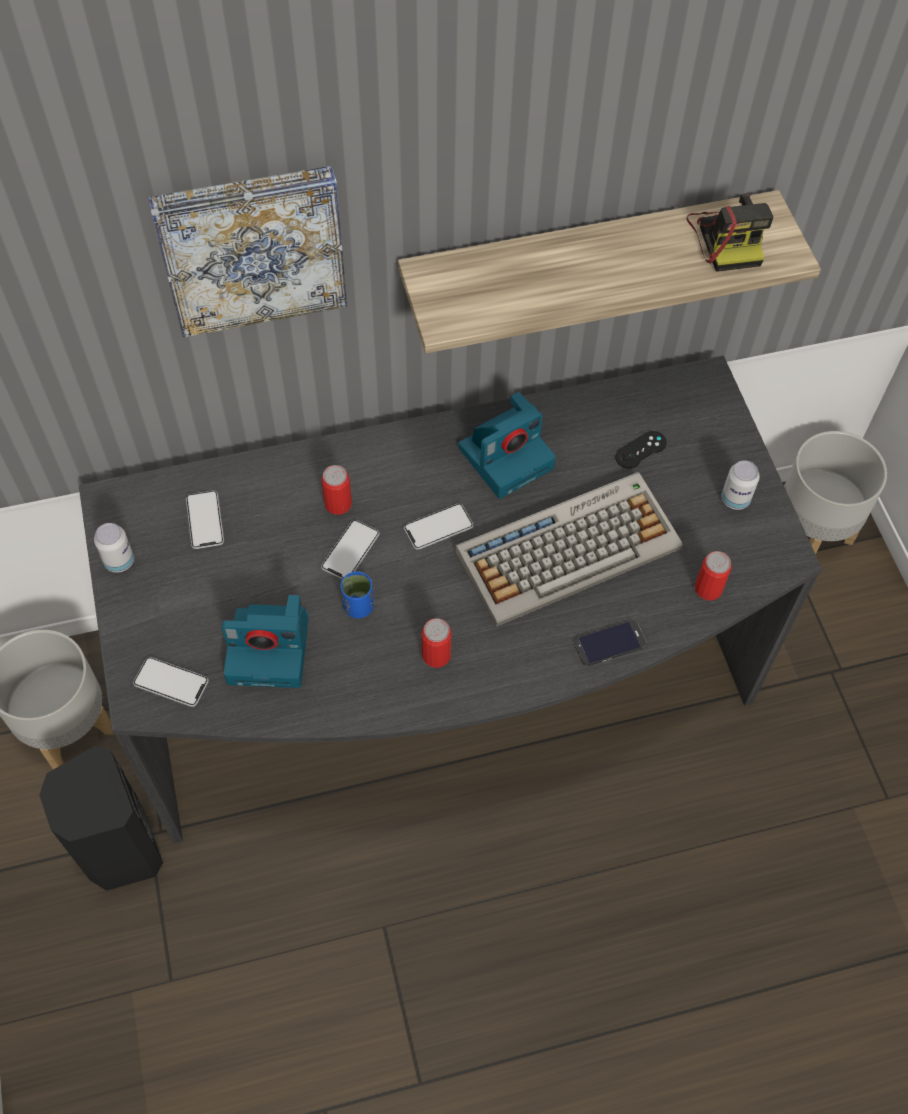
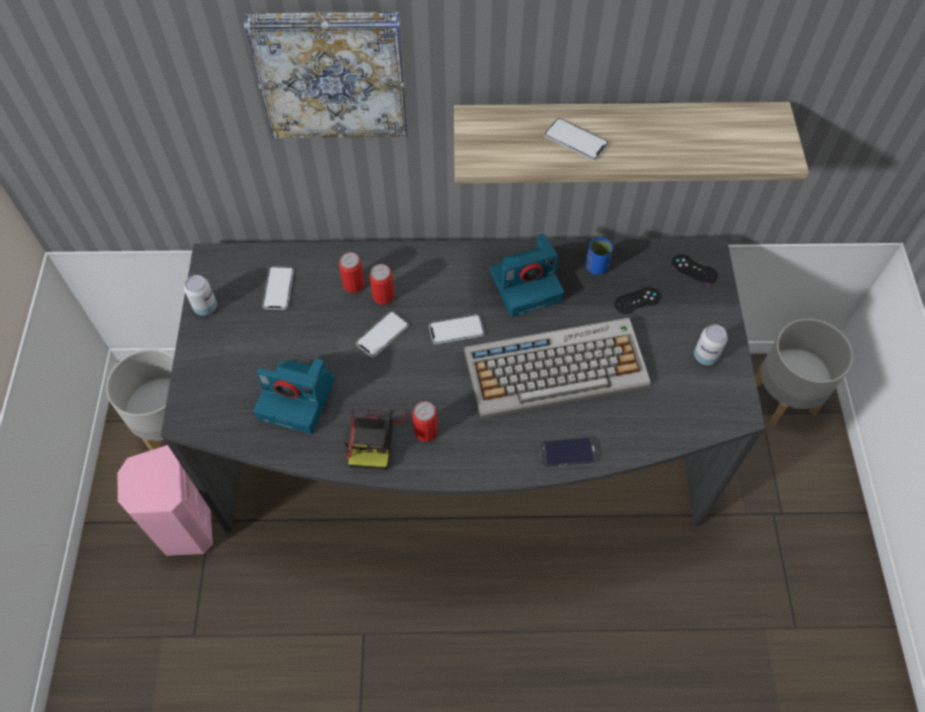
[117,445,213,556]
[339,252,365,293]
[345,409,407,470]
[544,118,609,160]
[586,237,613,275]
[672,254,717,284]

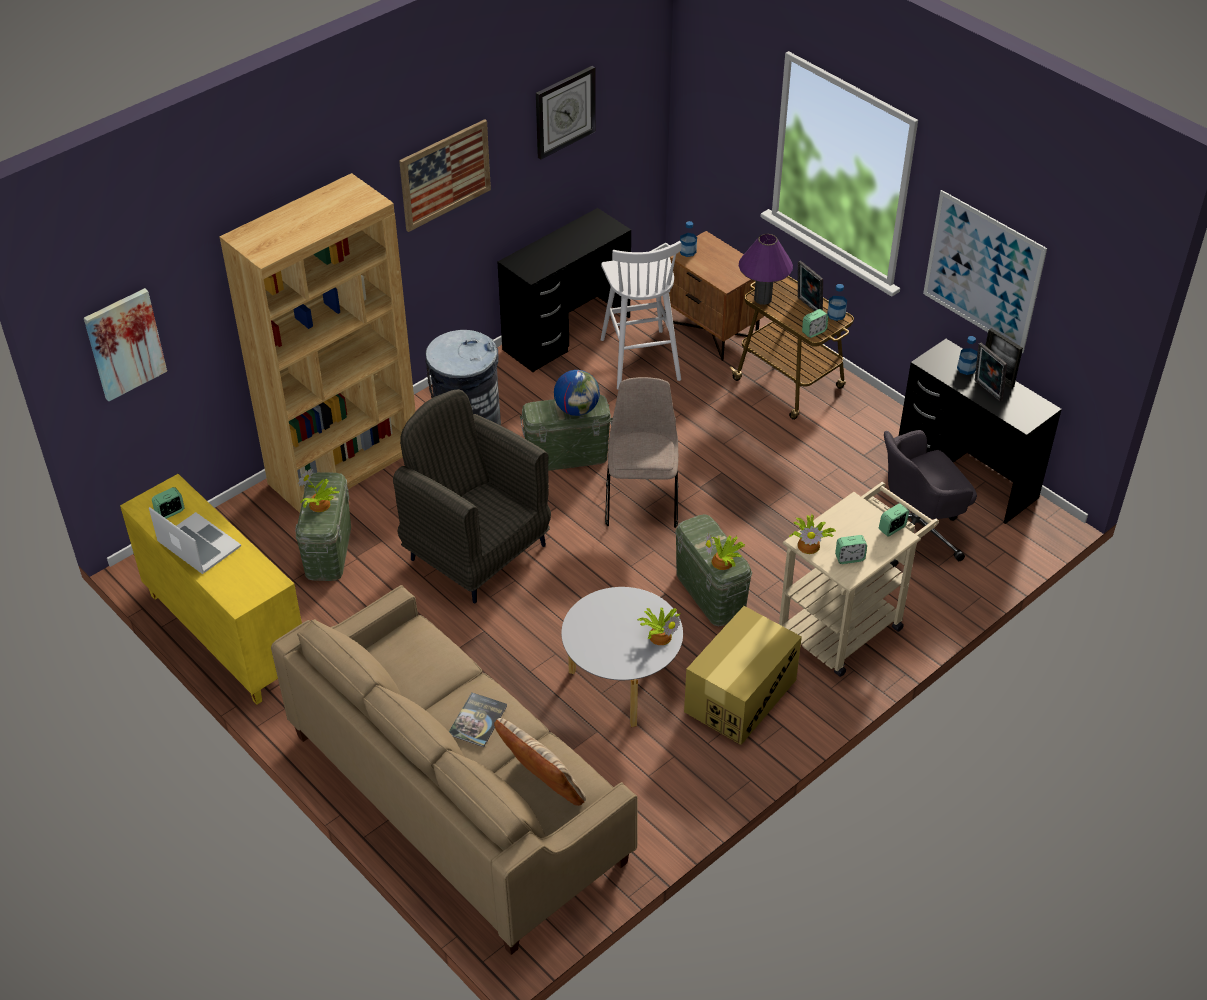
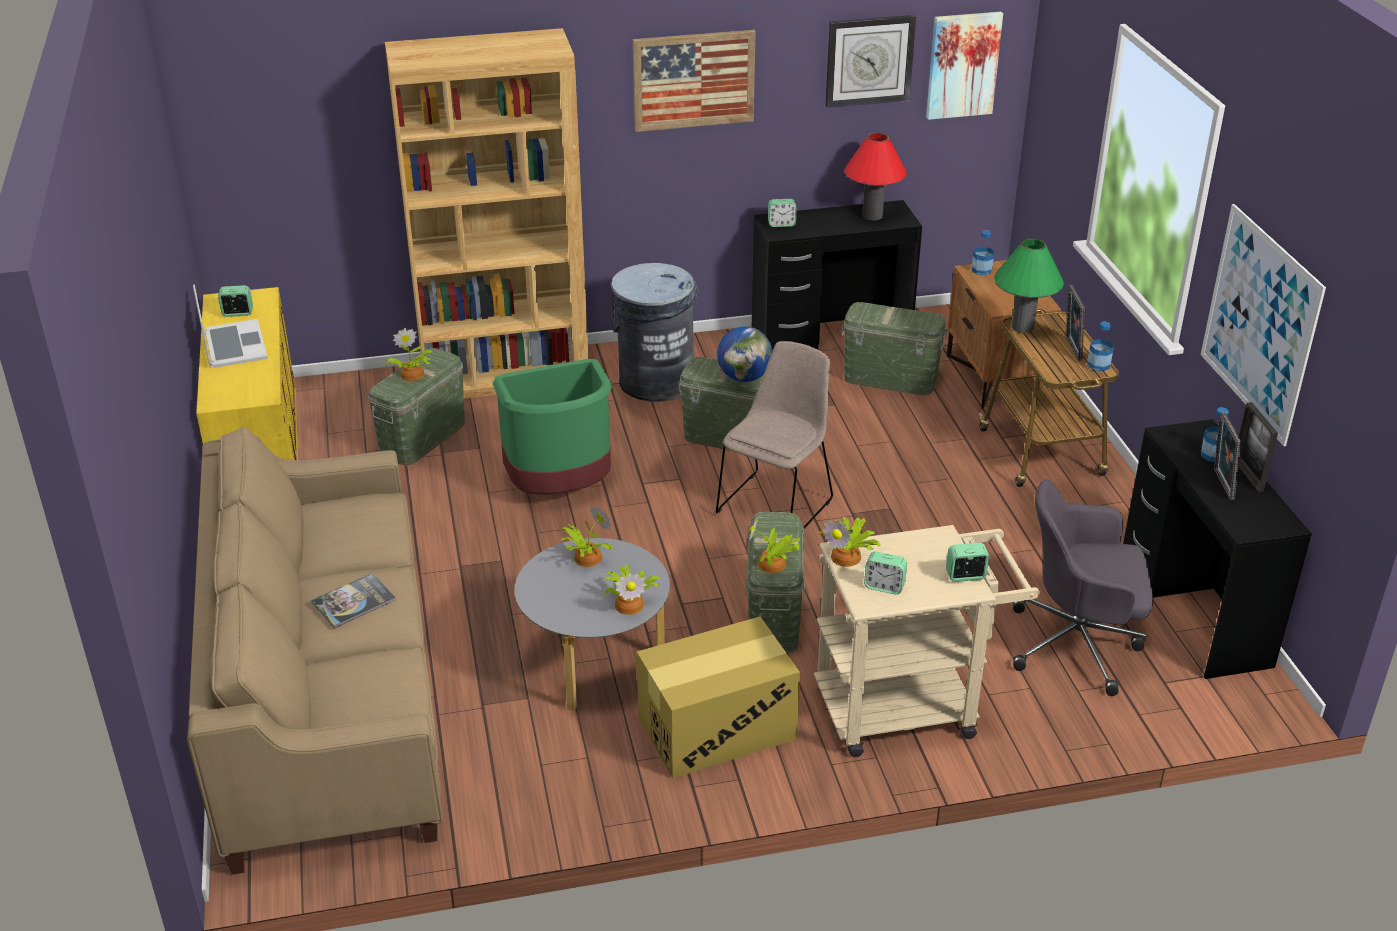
[493,359,612,494]
[561,506,612,567]
[768,199,797,227]
[841,302,948,396]
[845,133,907,220]
[926,12,1003,120]
[994,239,1064,333]
[494,718,586,806] (first image)

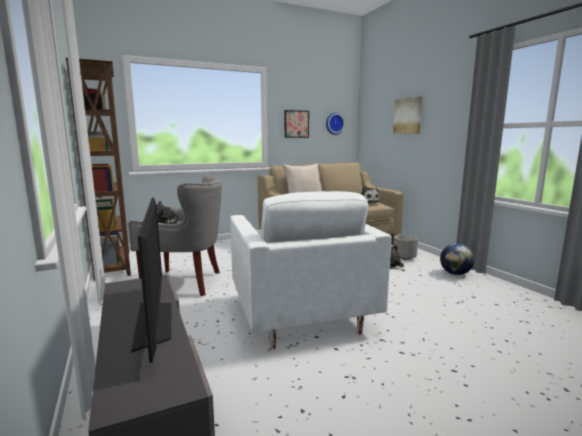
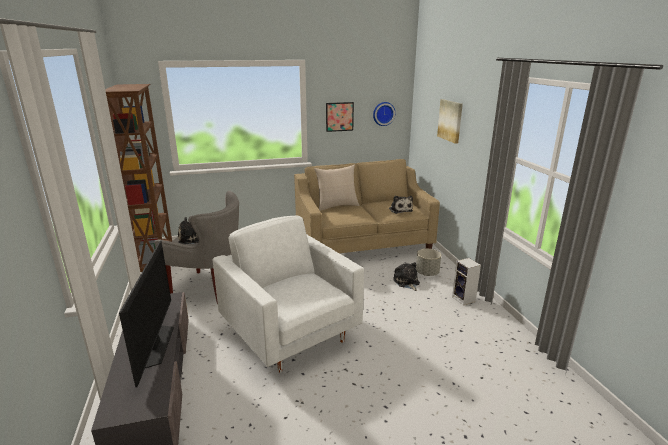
[212,216,364,373]
[452,258,481,306]

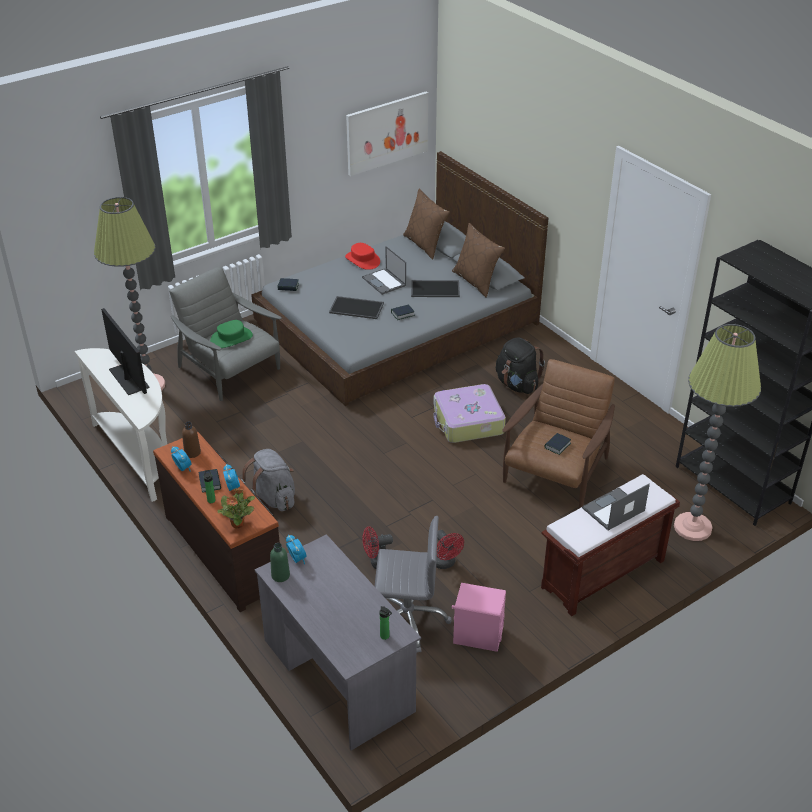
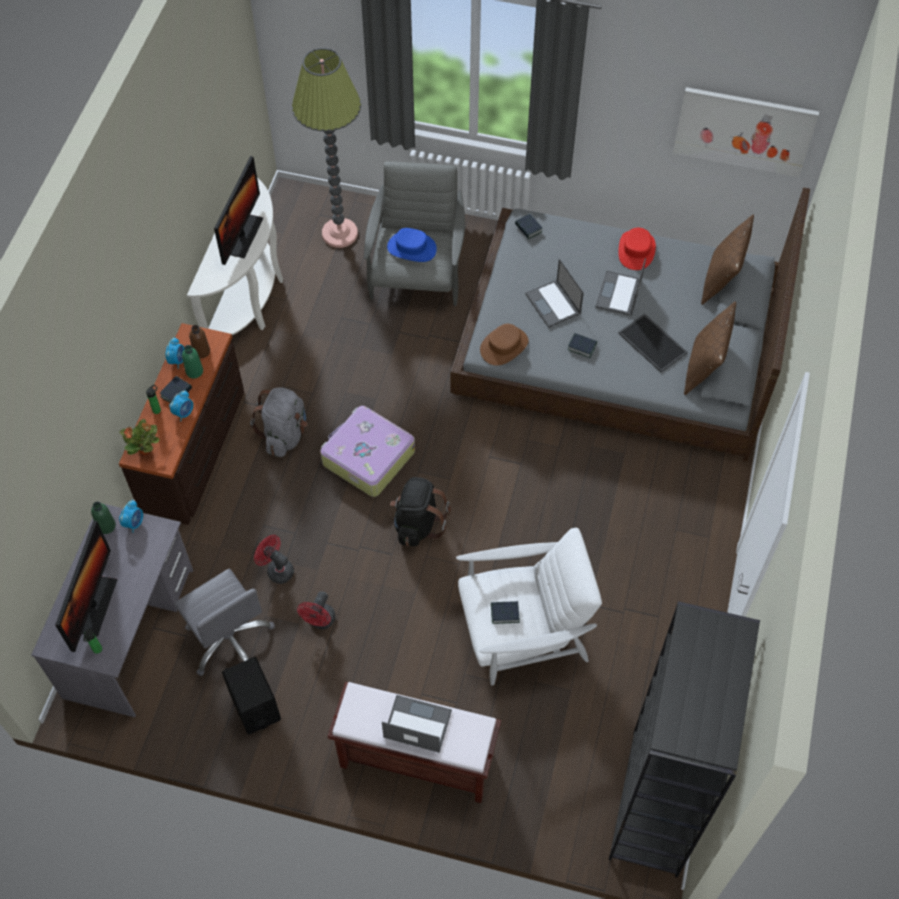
[55,521,117,652]
[182,345,203,378]
[222,657,281,735]
[320,406,415,497]
[387,228,437,262]
[390,477,451,546]
[456,528,602,685]
[480,324,529,366]
[525,259,584,328]
[674,324,761,541] (first image)

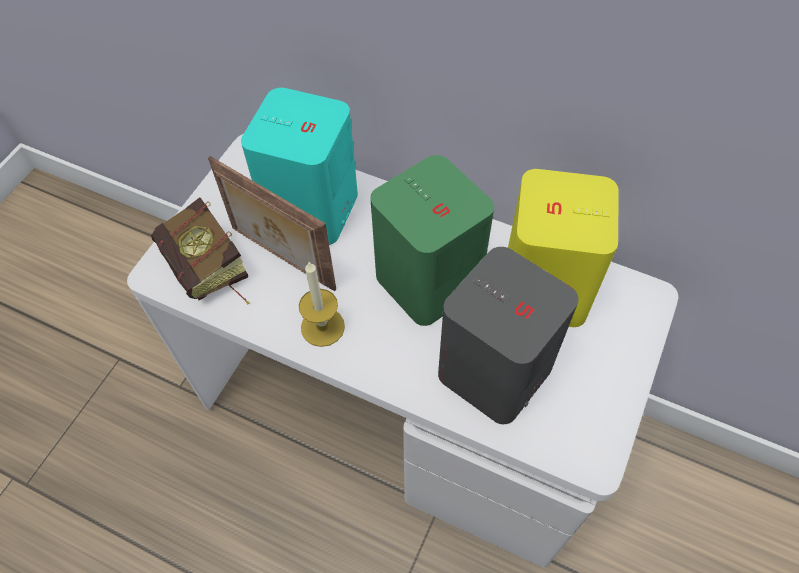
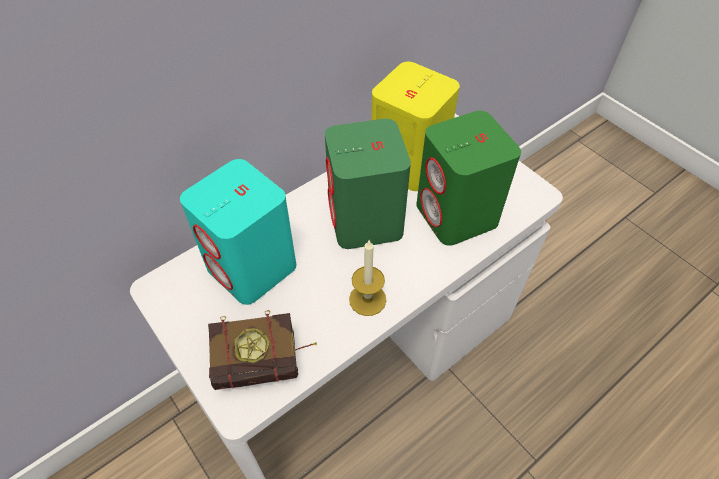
[416,111,521,246]
[208,156,336,291] (first image)

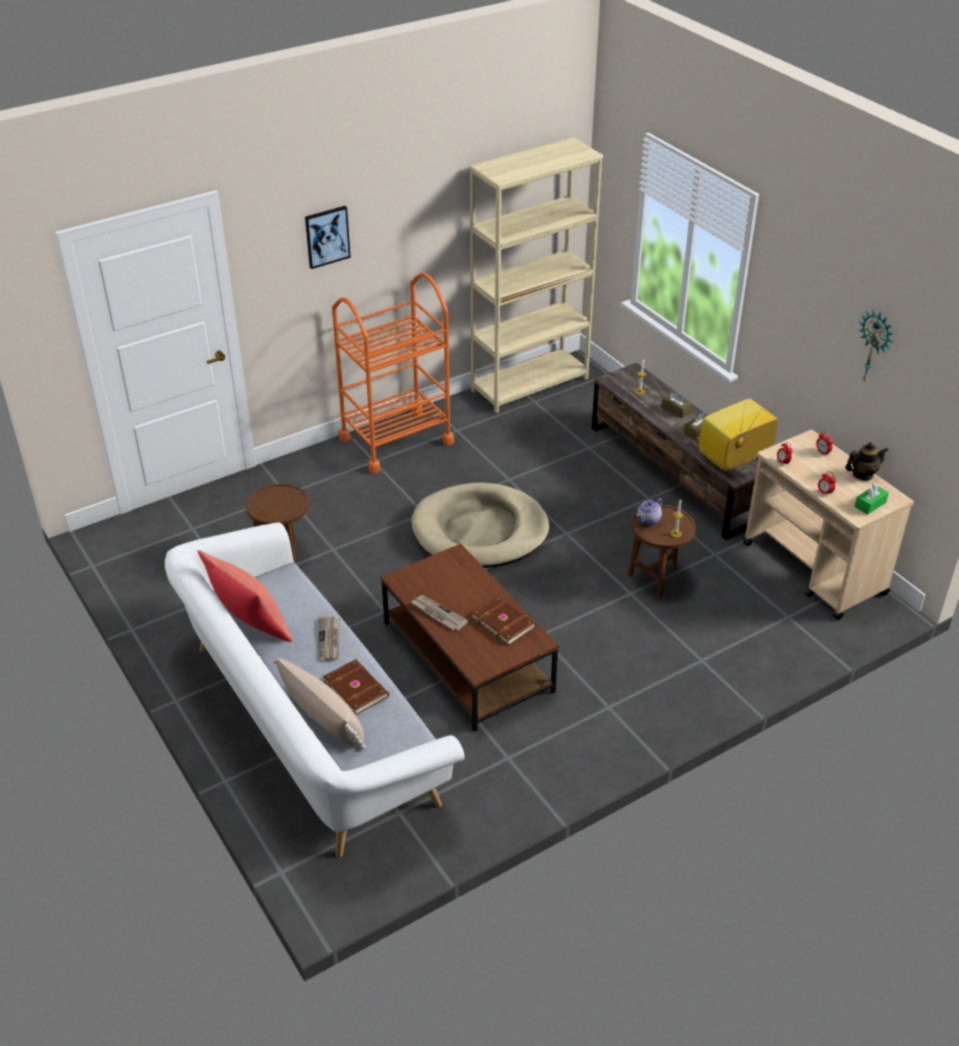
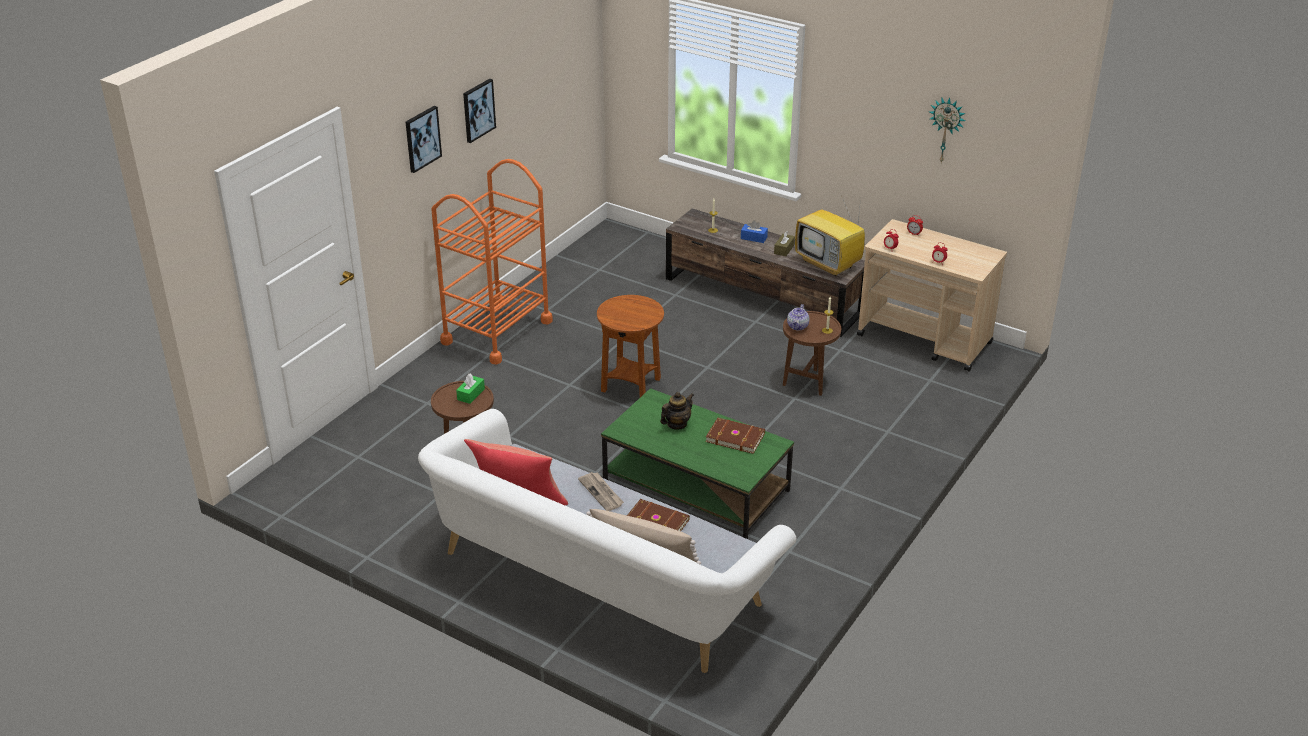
[456,374,485,404]
[463,79,496,143]
[597,295,664,397]
[601,388,794,539]
[660,392,694,430]
[741,220,768,243]
[795,190,865,276]
[411,595,468,630] (first image)
[469,137,603,413] (first image)

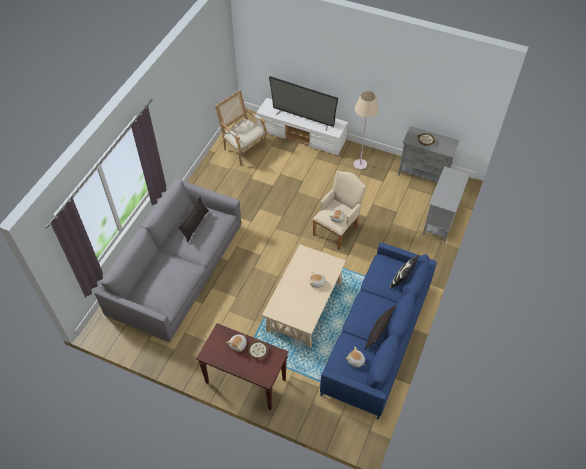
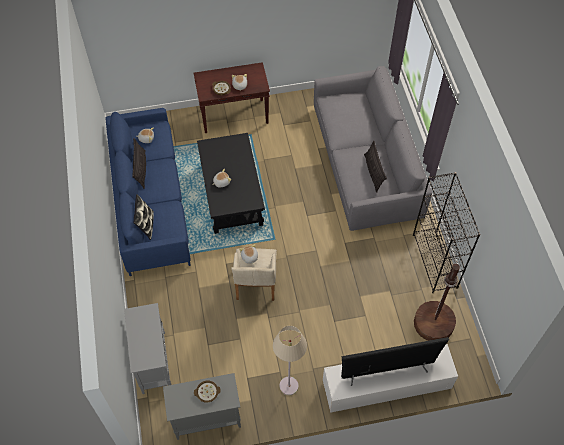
[197,133,265,234]
[413,172,480,293]
[414,261,460,341]

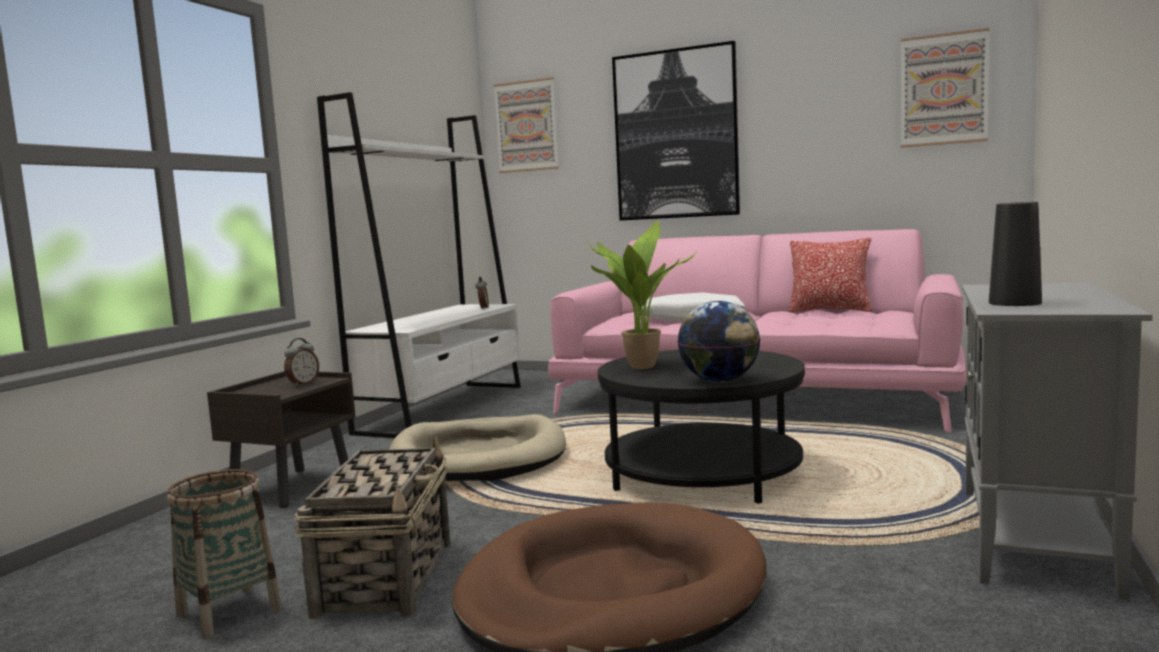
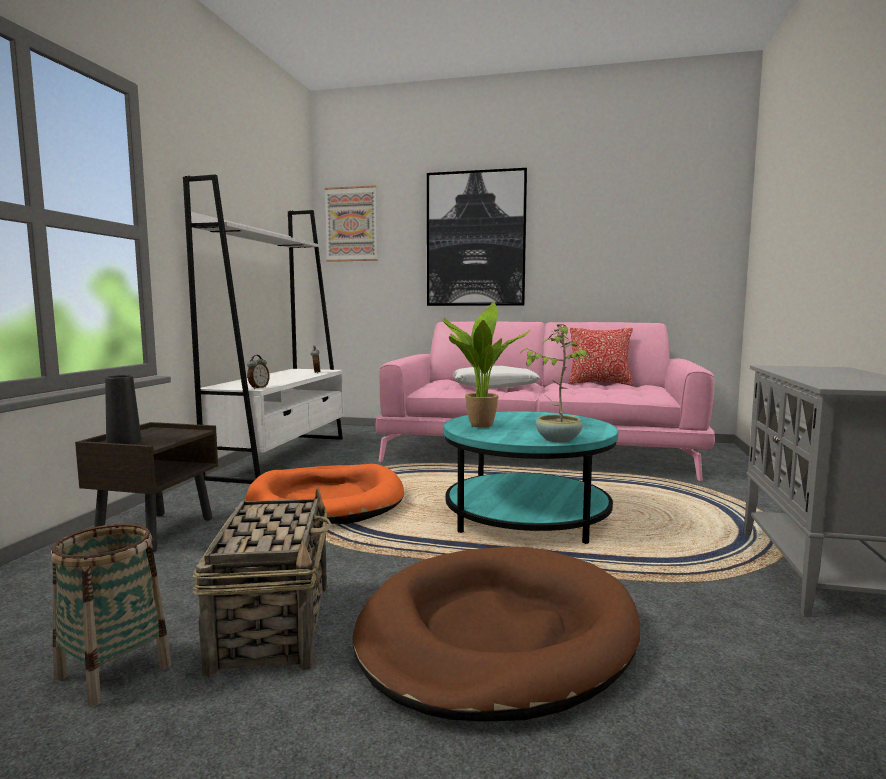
[105,375,142,444]
[246,464,404,524]
[247,355,269,389]
[443,411,618,544]
[521,325,590,443]
[900,28,990,148] (first image)

